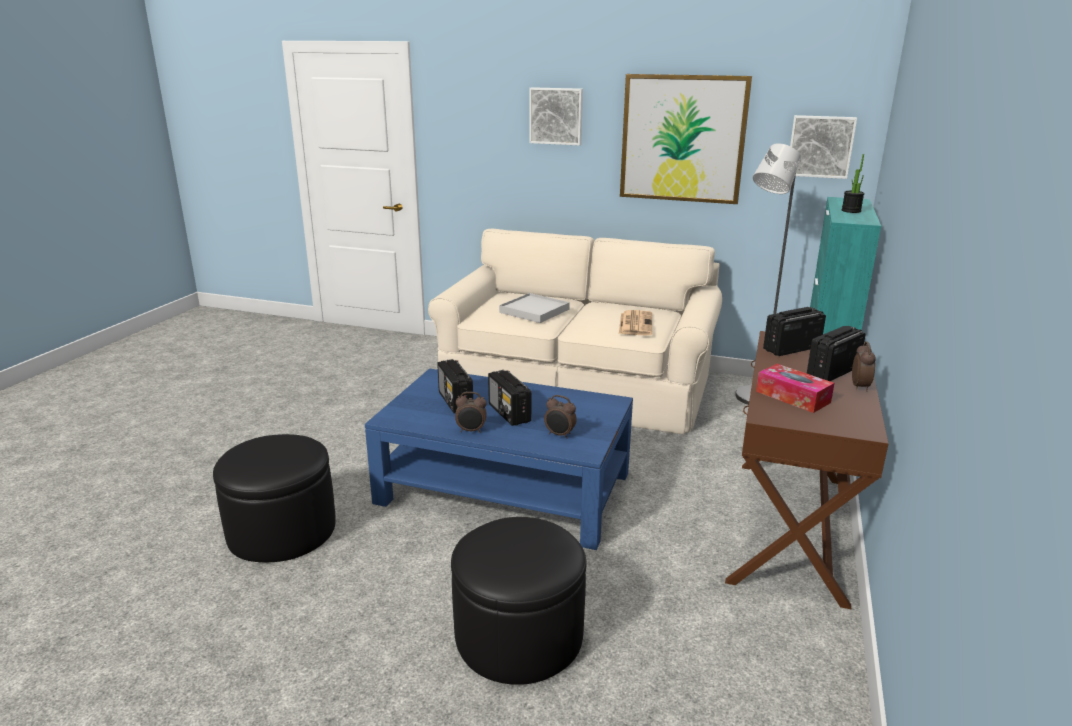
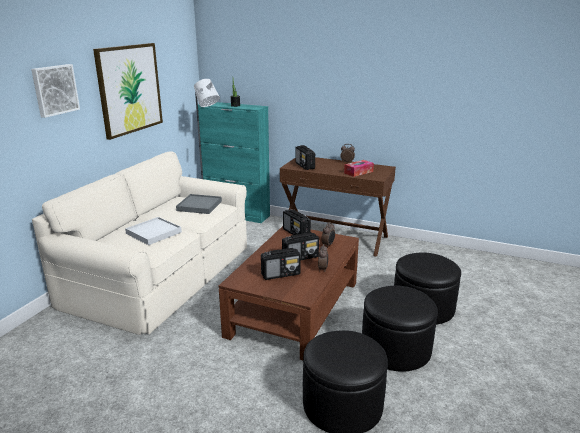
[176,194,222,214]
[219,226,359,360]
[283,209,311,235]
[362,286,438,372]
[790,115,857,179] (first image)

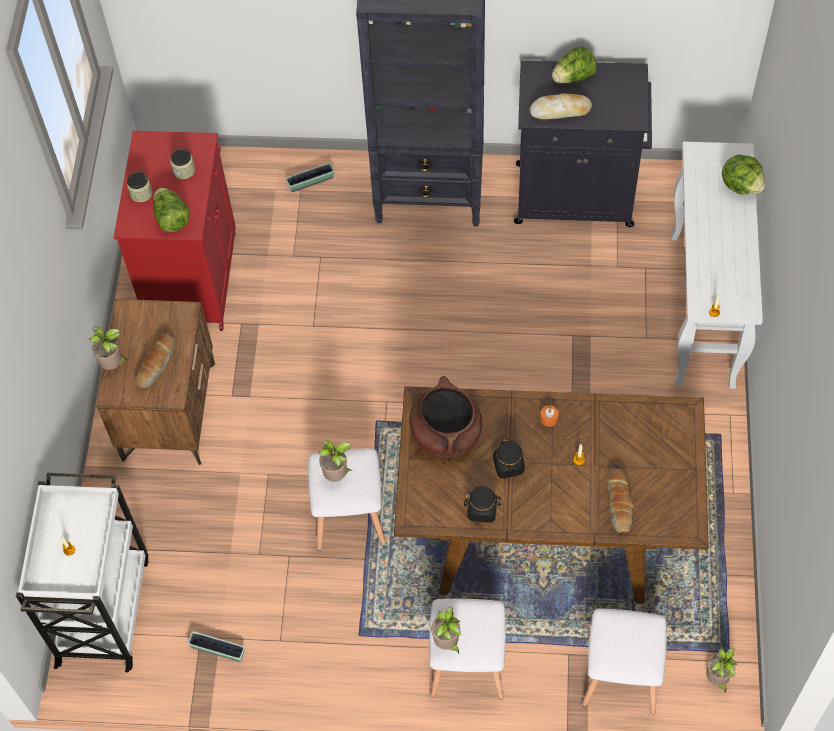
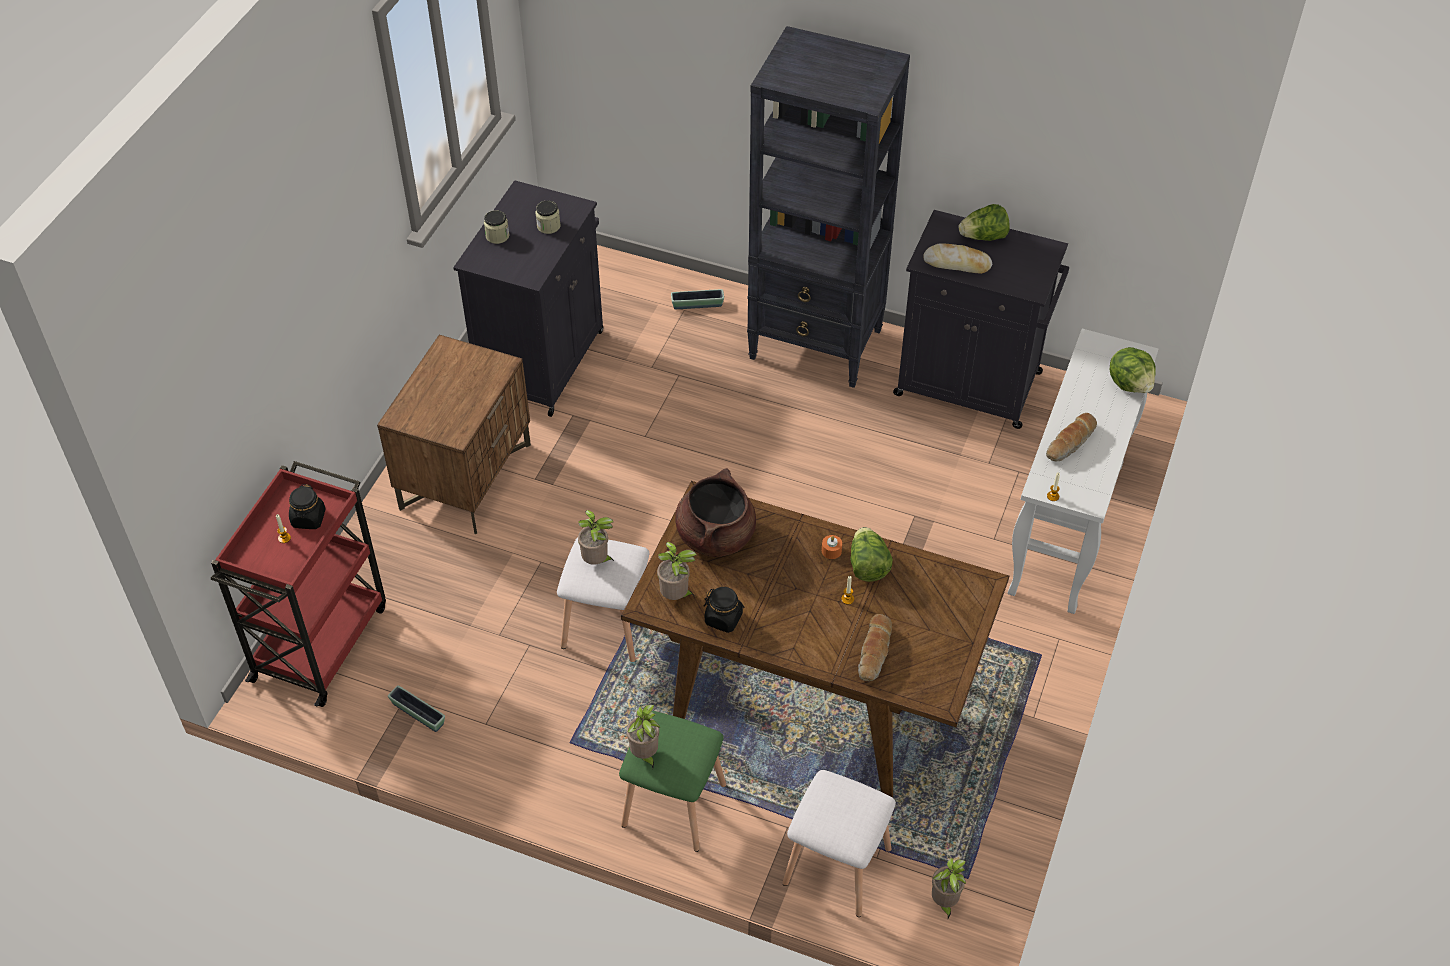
[211,461,386,707]
[289,484,326,529]
[453,180,603,417]
[619,711,726,852]
[657,542,697,600]
[850,527,893,582]
[1046,413,1097,461]

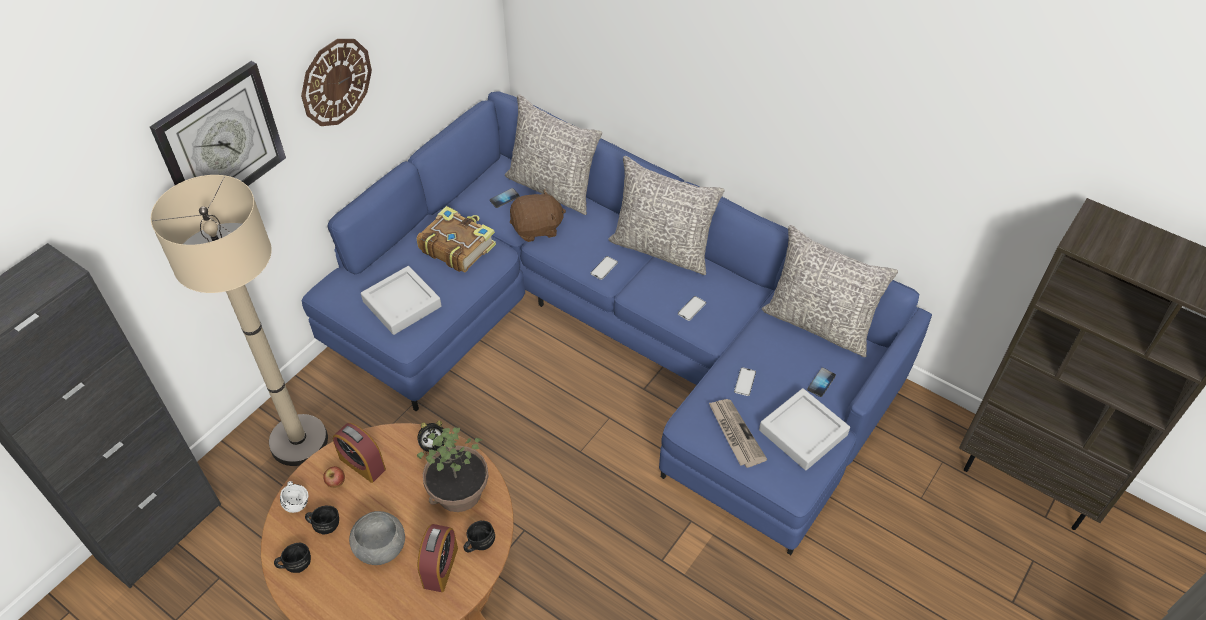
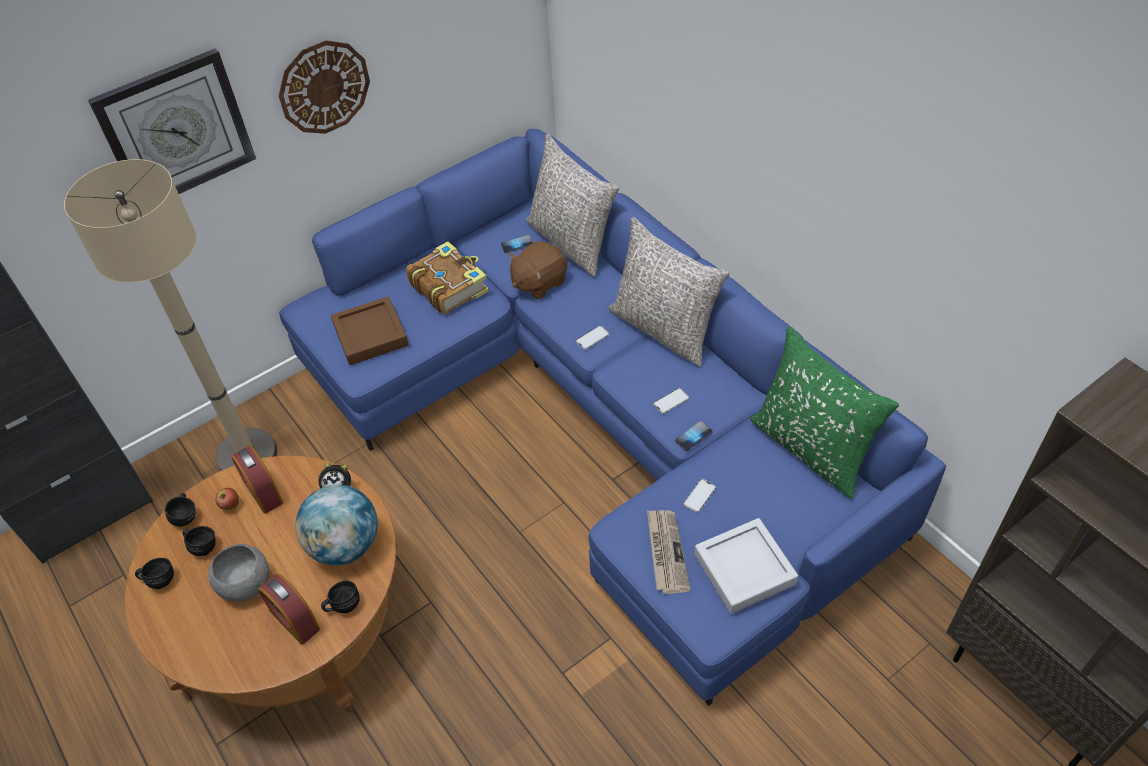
[165,493,195,526]
[258,574,320,645]
[295,484,378,565]
[331,297,409,365]
[509,241,568,299]
[675,421,713,451]
[750,327,899,499]

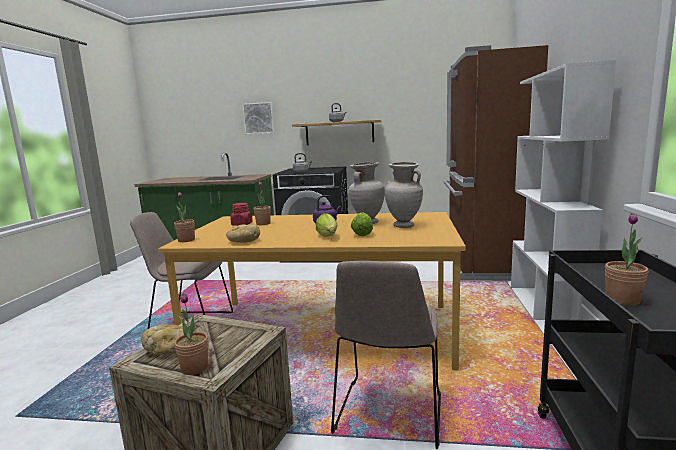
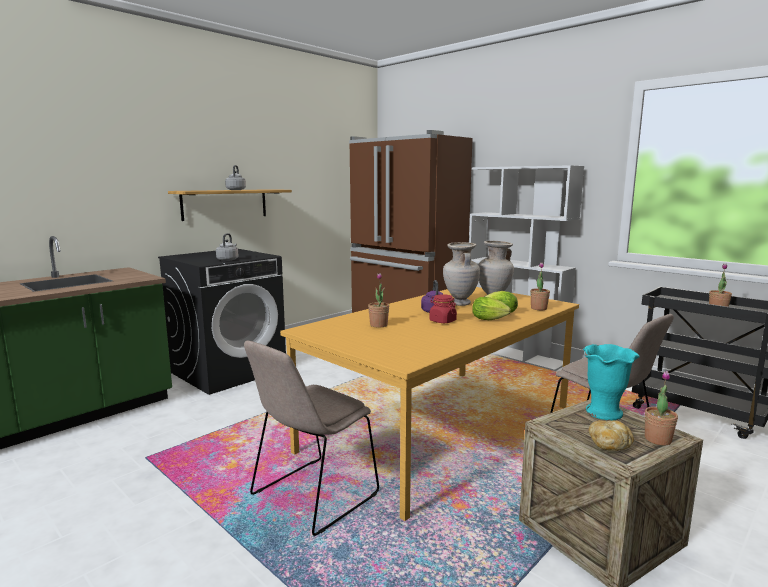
[429,294,457,323]
[530,262,550,310]
[583,344,640,420]
[226,225,260,243] (first image)
[242,102,275,134] (first image)

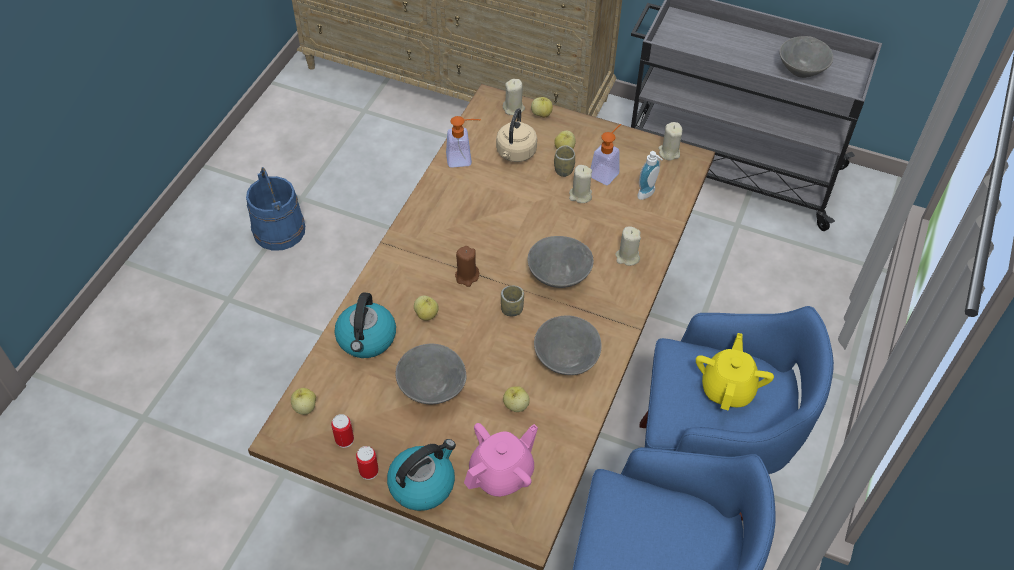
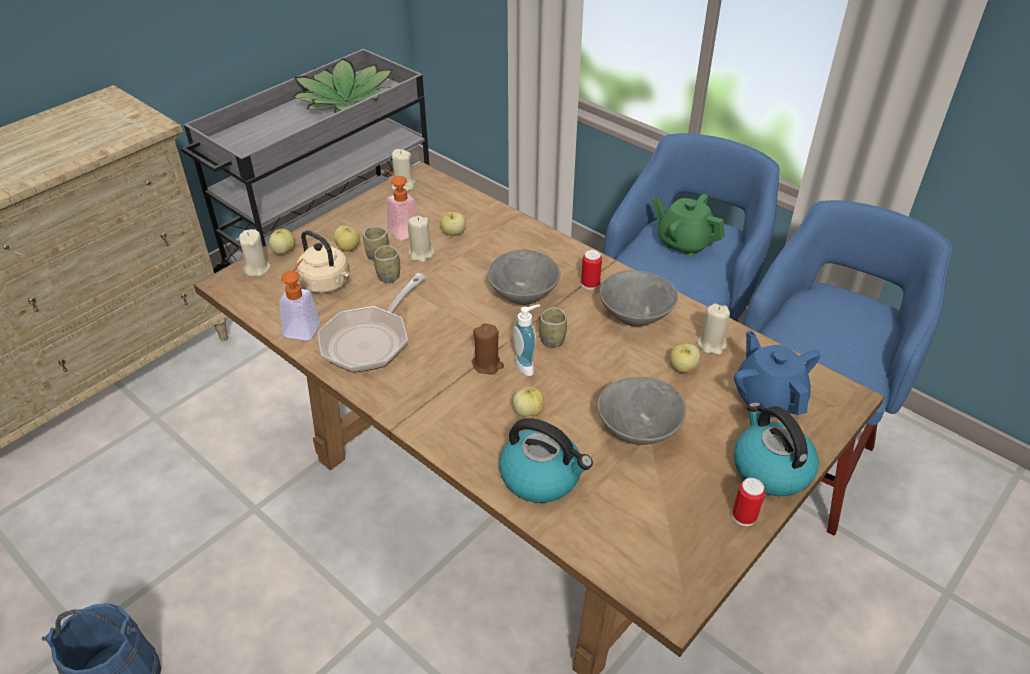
[292,58,397,113]
[318,273,425,373]
[374,245,400,283]
[440,212,466,236]
[513,304,540,376]
[581,250,602,290]
[652,194,725,257]
[698,304,730,355]
[734,330,820,417]

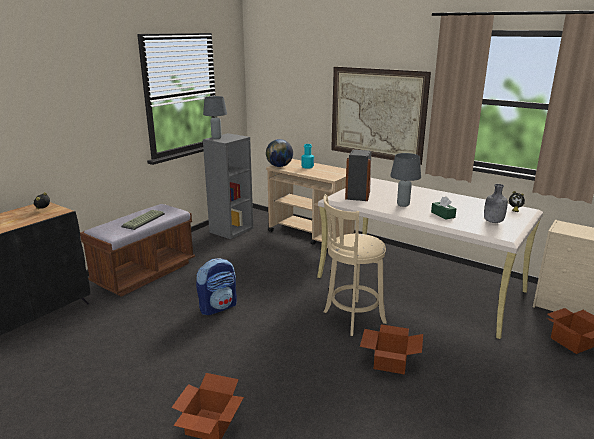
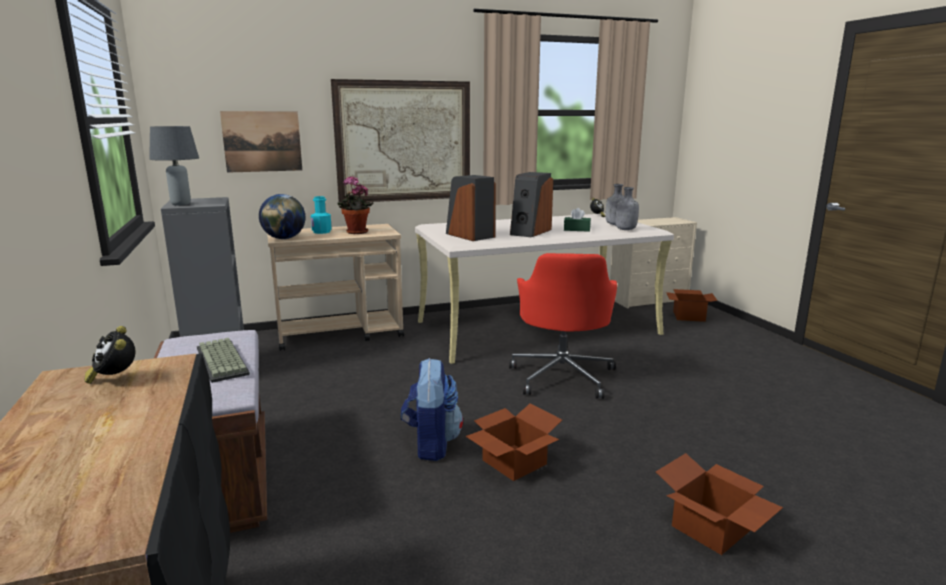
[220,111,302,173]
[338,176,374,234]
[465,403,562,481]
[509,253,617,399]
[510,172,553,237]
[615,187,639,230]

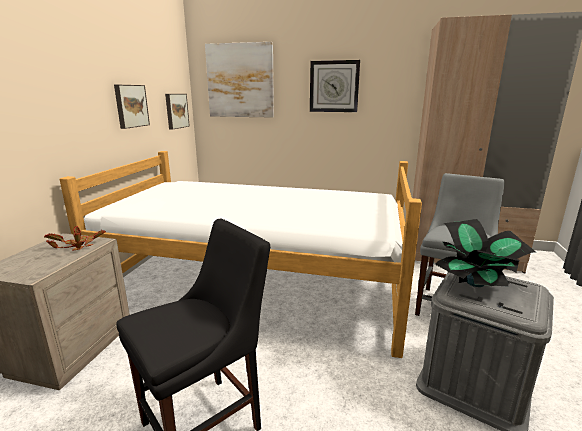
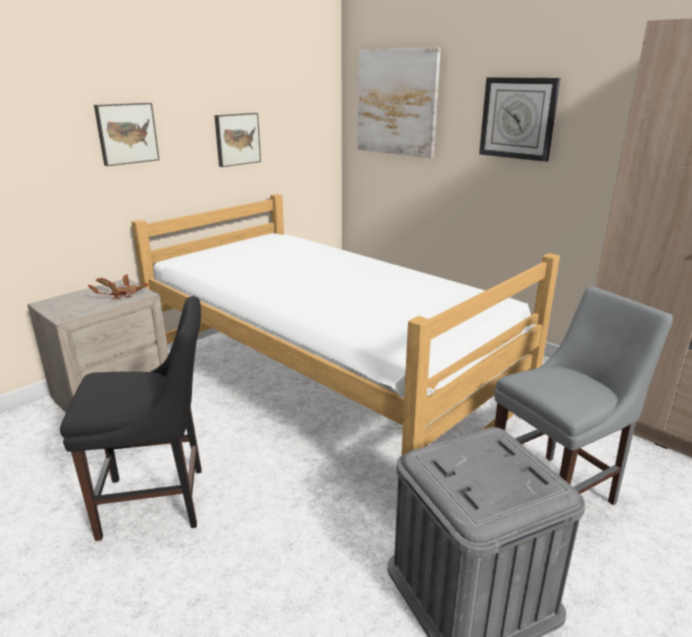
[94,103,160,166]
[435,219,536,287] (first image)

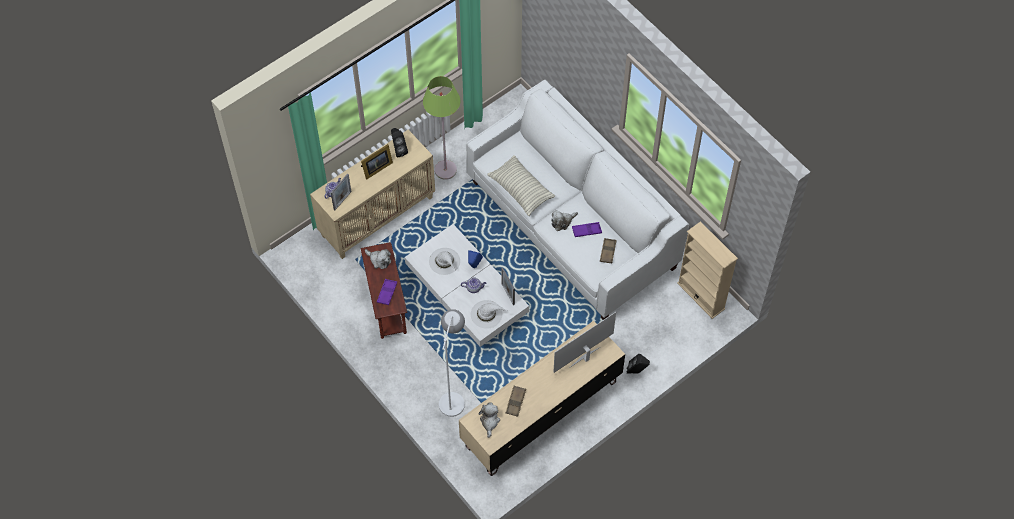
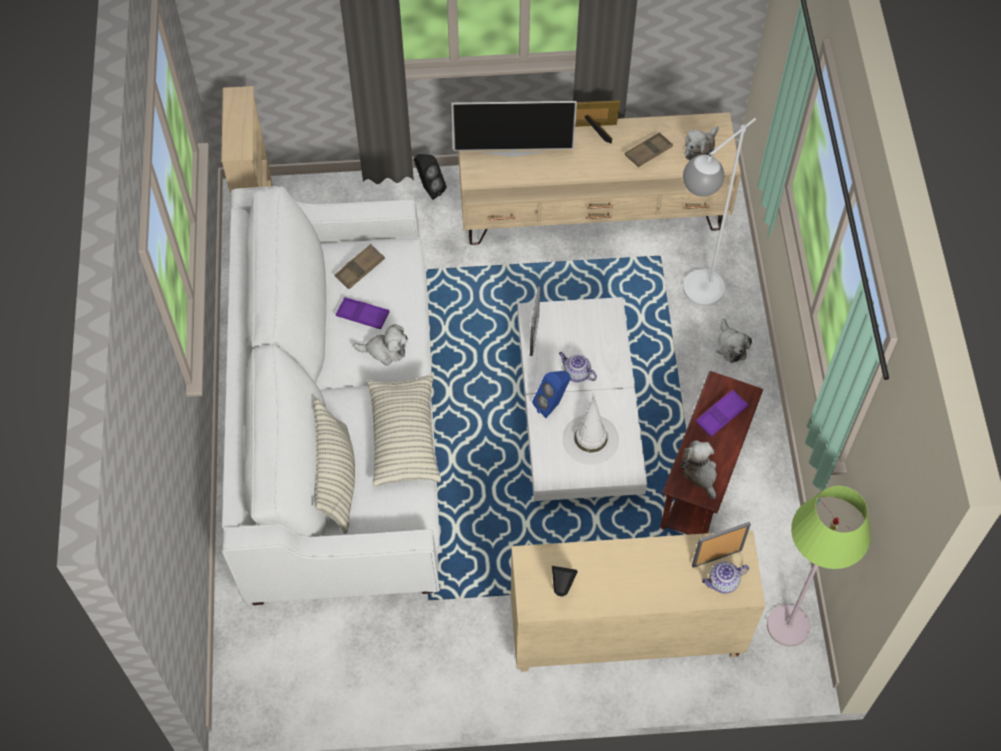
[314,397,355,534]
[575,100,620,144]
[716,318,752,363]
[767,486,871,646]
[471,300,510,329] (first image)

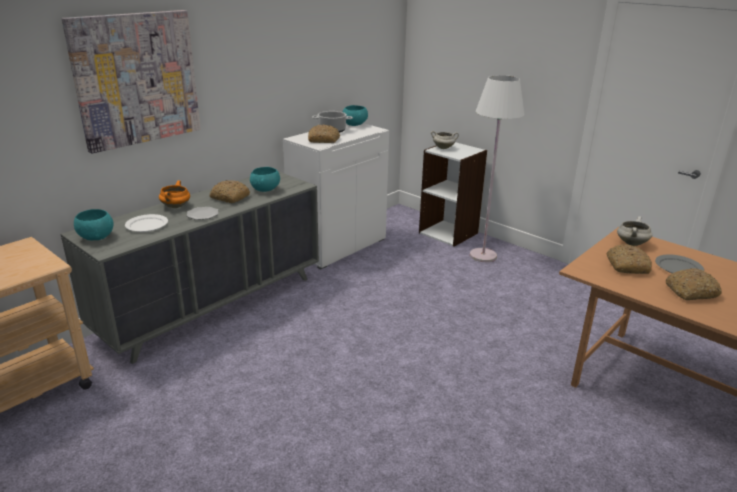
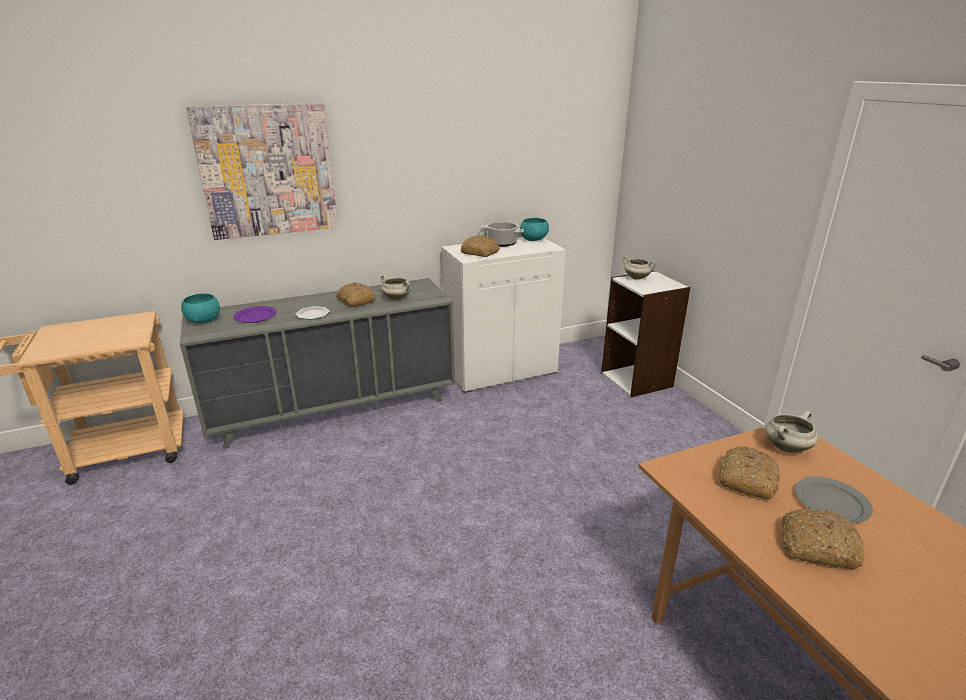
[233,306,277,323]
[381,275,411,300]
[159,180,190,208] (first image)
[470,75,525,262] (first image)

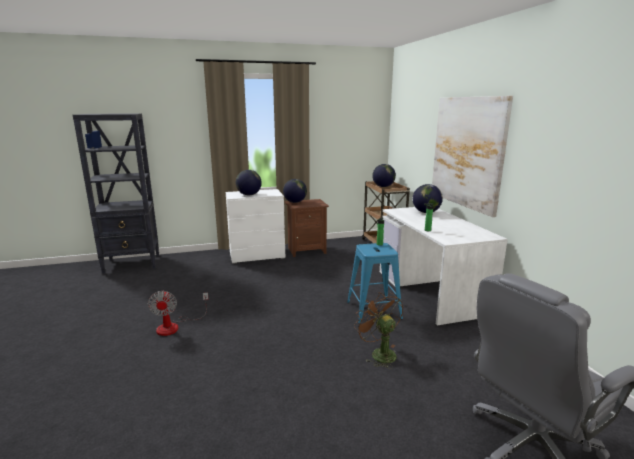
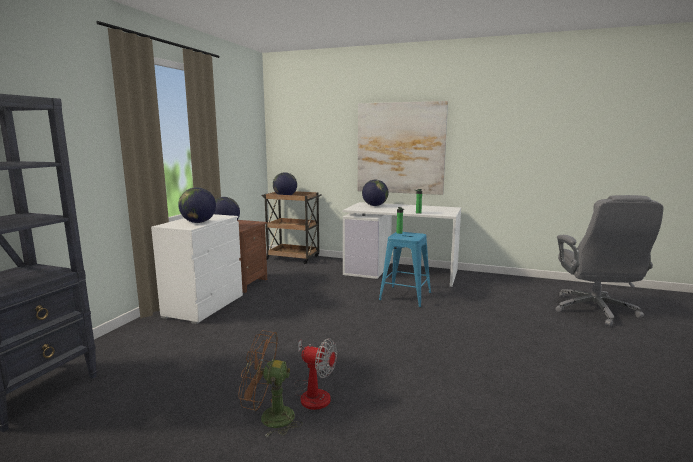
[238,330,303,437]

